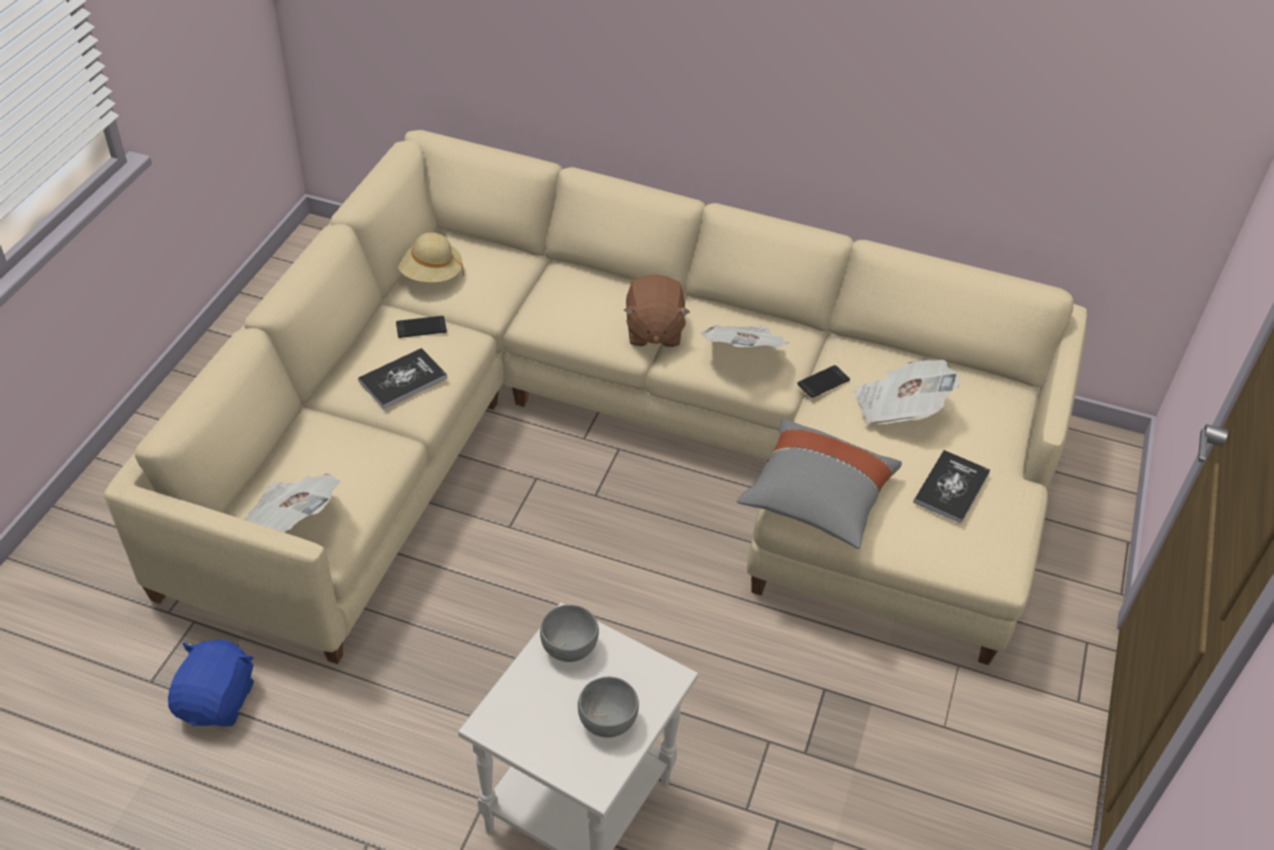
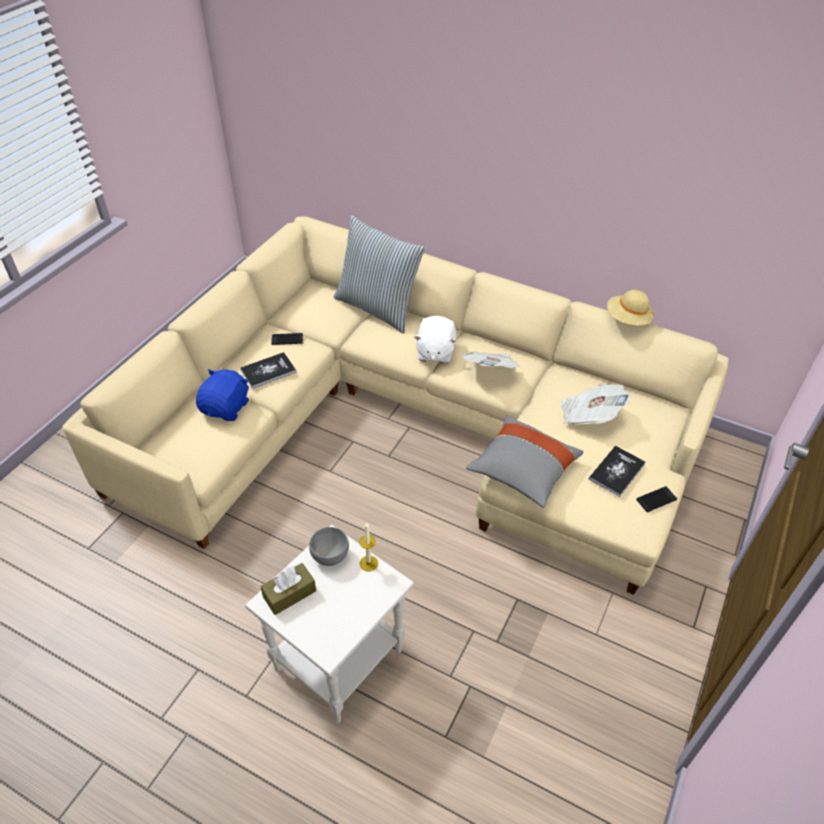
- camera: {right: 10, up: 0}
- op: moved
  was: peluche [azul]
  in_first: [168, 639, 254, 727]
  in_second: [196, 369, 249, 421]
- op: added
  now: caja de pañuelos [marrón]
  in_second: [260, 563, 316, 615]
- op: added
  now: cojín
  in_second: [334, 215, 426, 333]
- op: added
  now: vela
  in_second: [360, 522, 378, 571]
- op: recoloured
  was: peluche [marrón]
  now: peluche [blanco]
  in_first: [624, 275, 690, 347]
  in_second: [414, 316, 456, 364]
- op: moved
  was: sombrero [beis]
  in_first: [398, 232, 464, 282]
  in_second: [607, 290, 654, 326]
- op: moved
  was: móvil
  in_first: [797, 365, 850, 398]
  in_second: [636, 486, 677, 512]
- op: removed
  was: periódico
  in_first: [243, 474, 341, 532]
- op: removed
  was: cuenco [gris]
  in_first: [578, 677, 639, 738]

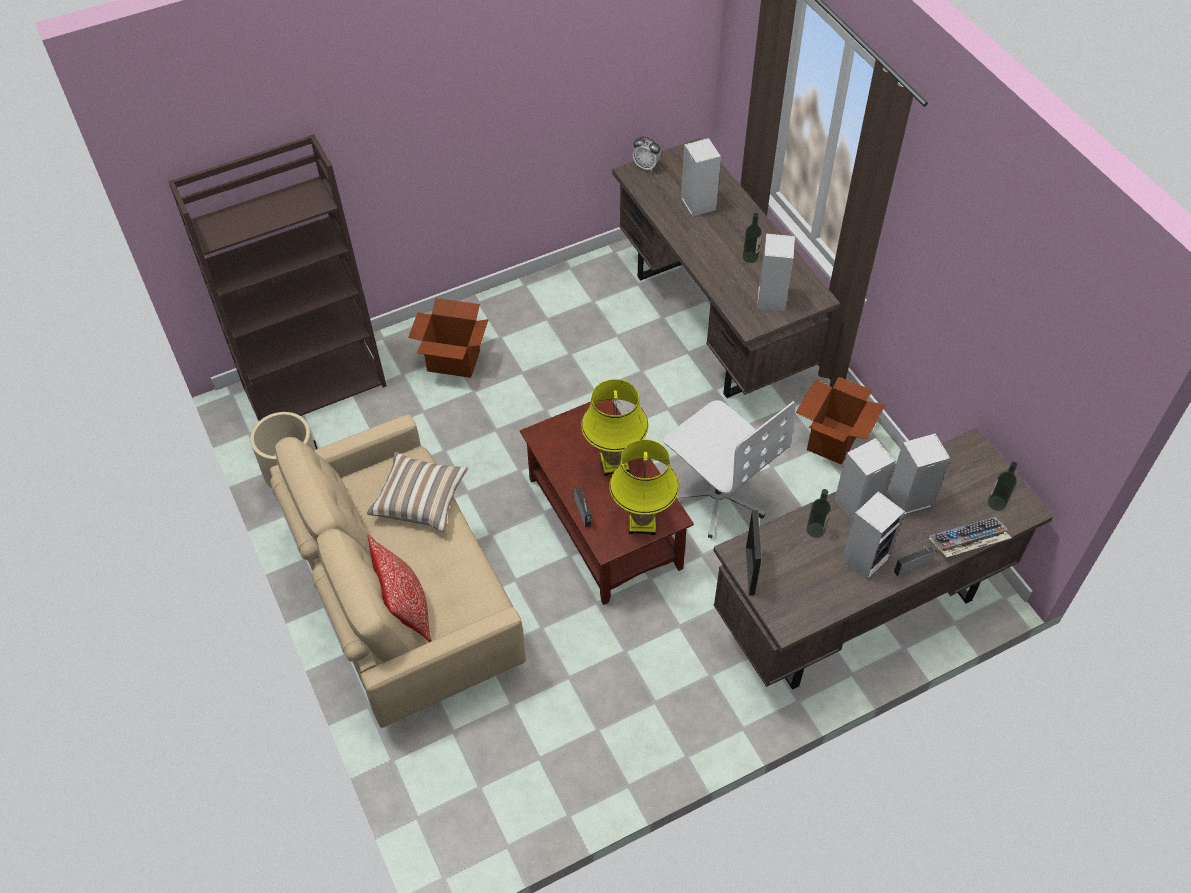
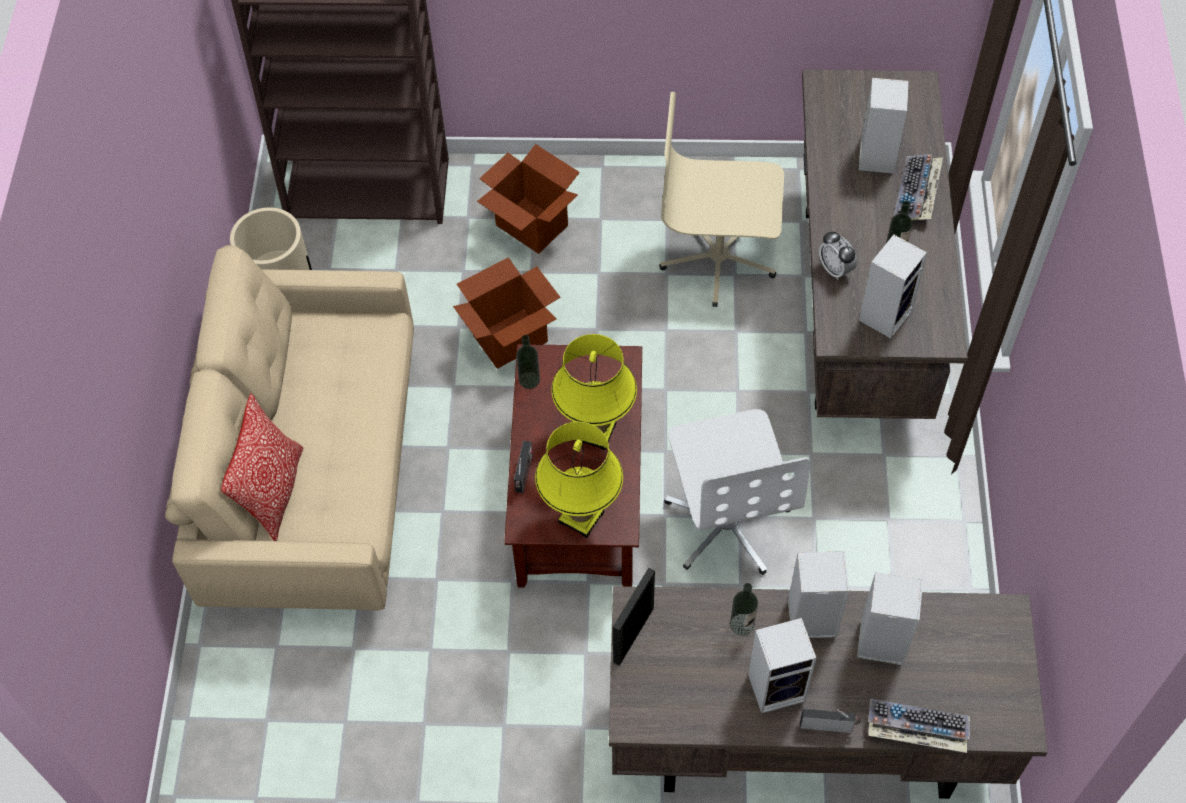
- camera: {right: 30, up: 5}
- op: moved
  was: caja de cartón
  in_first: [796, 377, 885, 465]
  in_second: [453, 257, 561, 369]
- op: moved
  was: botella
  in_first: [988, 462, 1018, 511]
  in_second: [516, 335, 540, 389]
- op: added
  now: silla de oficina [beis]
  in_second: [660, 92, 784, 307]
- op: moved
  was: despertador
  in_first: [633, 136, 661, 172]
  in_second: [819, 231, 857, 280]
- op: added
  now: teclado
  in_second: [894, 154, 943, 220]
- op: removed
  was: cojín
  in_first: [367, 452, 468, 532]

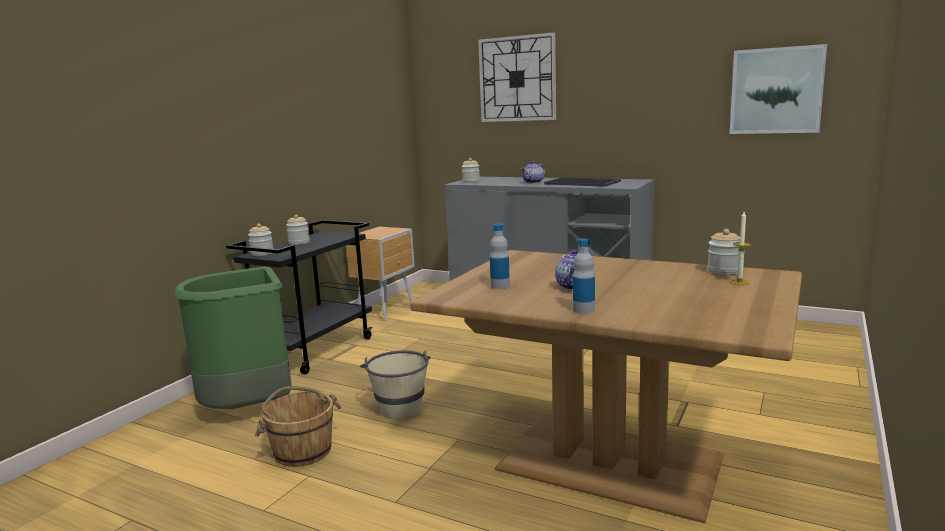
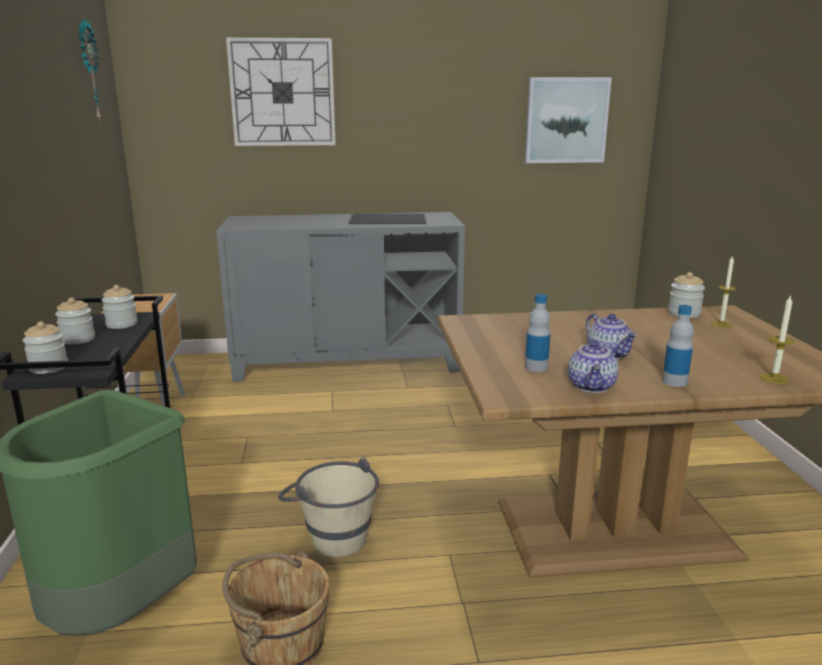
- camera: {right: -35, up: 5}
- op: added
  now: reloj de pared
  in_second: [78, 19, 102, 121]
- op: moved
  was: tarro
  in_first: [462, 158, 480, 183]
  in_second: [102, 285, 138, 329]
- op: moved
  was: tetera
  in_first: [521, 161, 545, 183]
  in_second: [568, 339, 619, 393]
- op: added
  now: vela
  in_second: [760, 295, 795, 384]

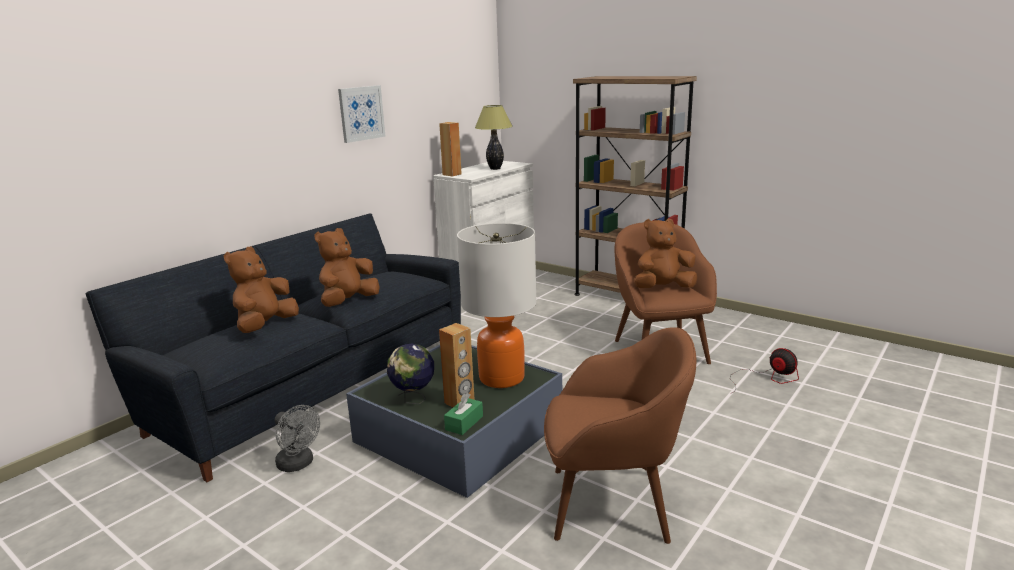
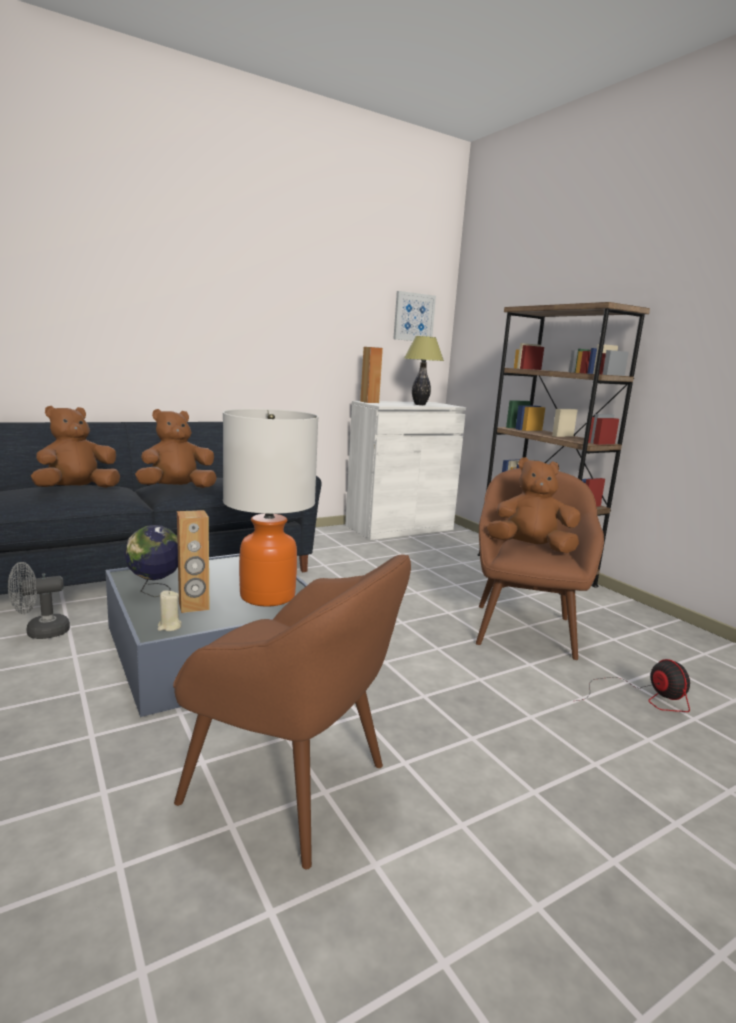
- camera: {right: 20, up: -5}
- op: turned
  was: ventilador [gris]
  in_first: [275, 405, 320, 472]
  in_second: [8, 562, 70, 639]
  clockwise: 90
- op: replaced
  was: caja de pañuelos [verde]
  now: vela [beis]
  in_first: [444, 393, 483, 435]
  in_second: [158, 590, 182, 631]
- op: moved
  was: cuadro
  in_first: [338, 85, 385, 143]
  in_second: [393, 291, 436, 341]

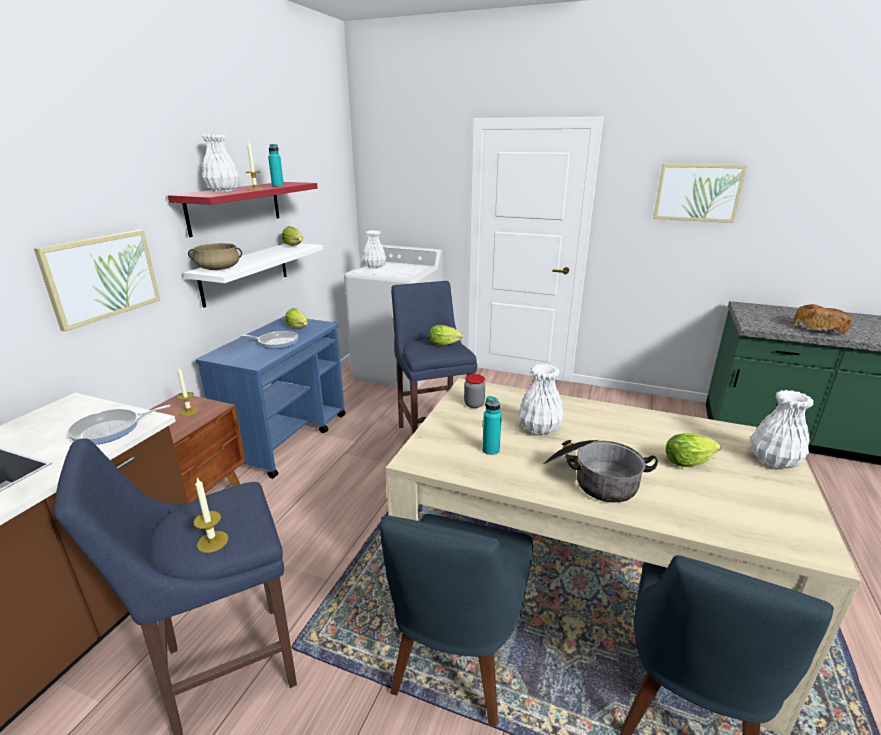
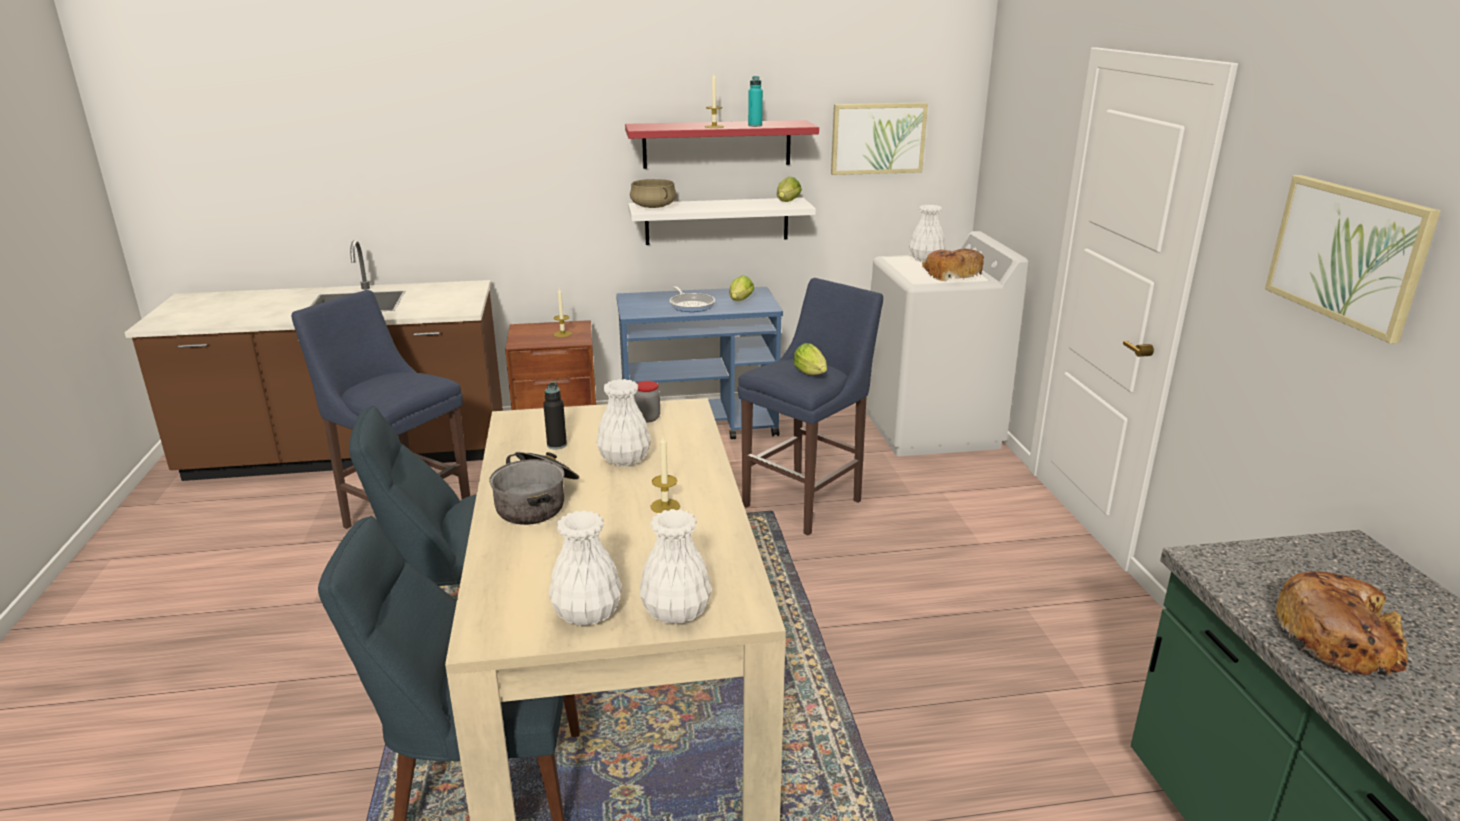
- camera: {right: 60, up: 0}
- op: recoloured
  was: botella [turquesa]
  now: botella [negro]
  in_first: [482, 396, 502, 455]
  in_second: [543, 382, 567, 449]
- op: moved
  was: florero [blanco]
  in_first: [202, 135, 239, 192]
  in_second: [549, 510, 622, 626]
- op: moved
  was: vela
  in_first: [194, 477, 228, 553]
  in_second: [651, 436, 680, 513]
- op: moved
  was: cuadro
  in_first: [34, 230, 160, 332]
  in_second: [831, 103, 928, 175]
- op: added
  now: pan
  in_second: [922, 249, 984, 281]
- op: removed
  was: sartén
  in_first: [67, 405, 171, 445]
- op: removed
  was: lechuga
  in_first: [666, 433, 721, 467]

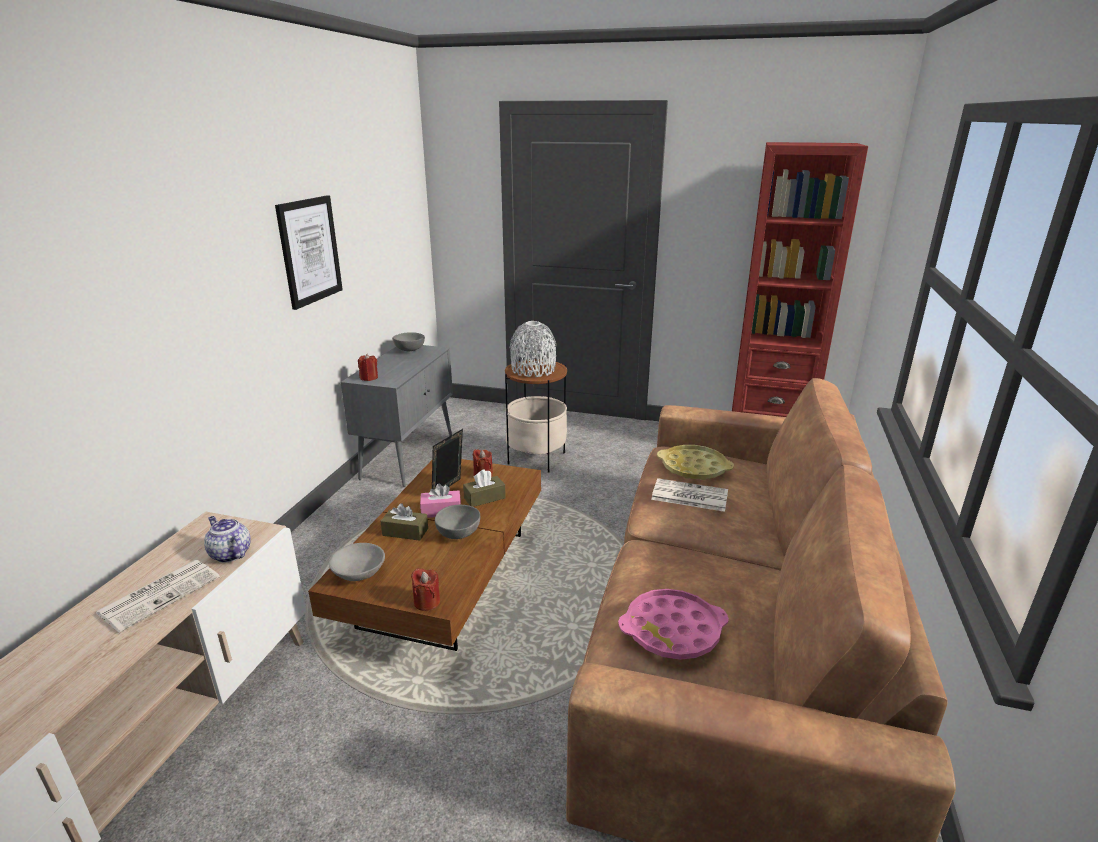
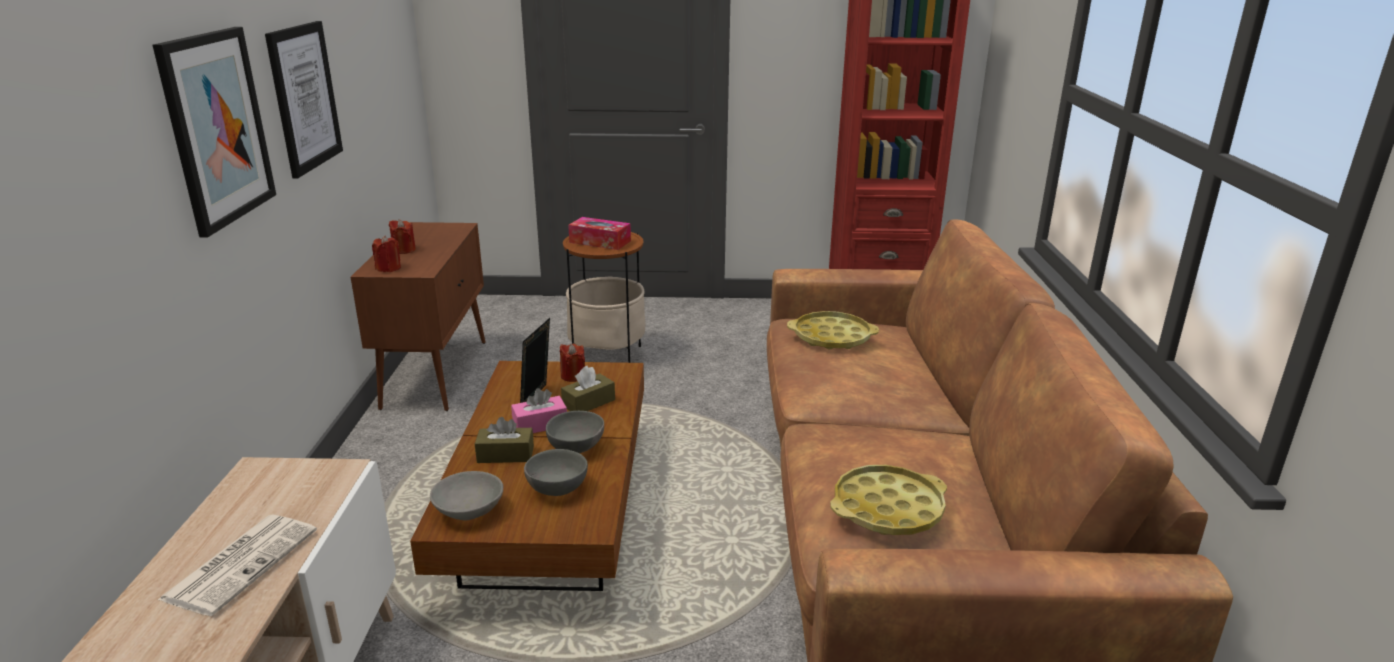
- camera: {right: -15, up: 0}
- op: added
  now: cuadro
  in_second: [152, 27, 276, 237]
- op: recoloured
  was: armario [gris]
  now: armario [marrón]
  in_first: [341, 345, 453, 487]
  in_second: [351, 222, 486, 411]
- op: moved
  was: vela [rojo]
  in_first: [411, 568, 440, 611]
  in_second: [389, 219, 416, 254]
- op: moved
  was: cuenco [gris]
  in_first: [392, 332, 425, 351]
  in_second: [524, 449, 588, 496]
- op: replaced
  was: florero [gris]
  now: caja de pañuelos
  in_first: [510, 321, 557, 377]
  in_second: [568, 217, 631, 250]
- op: recoloured
  was: bandeja [rosa]
  now: bandeja [amarillo]
  in_first: [618, 589, 729, 660]
  in_second: [830, 465, 947, 535]
- op: removed
  was: tetera
  in_first: [204, 516, 251, 563]
- op: removed
  was: periódico
  in_first: [651, 478, 728, 512]

